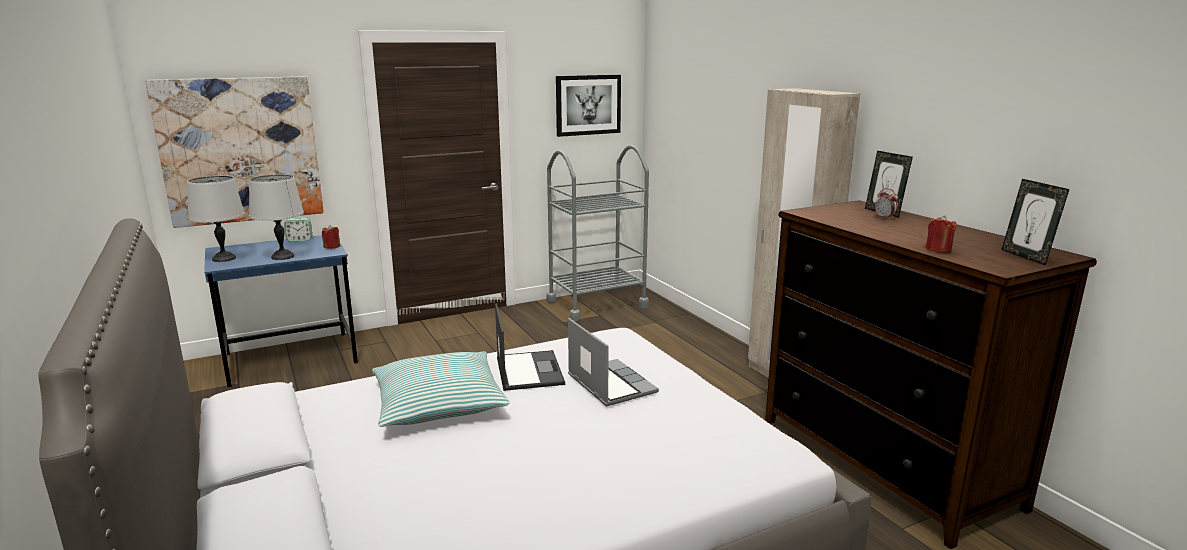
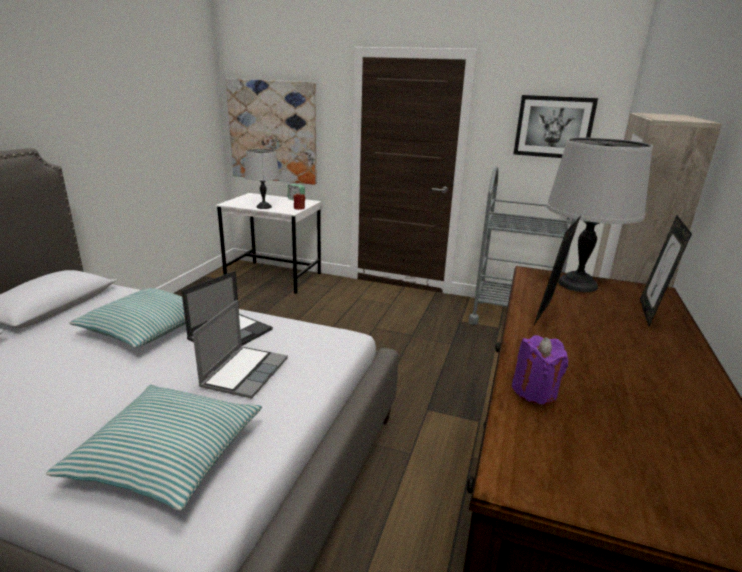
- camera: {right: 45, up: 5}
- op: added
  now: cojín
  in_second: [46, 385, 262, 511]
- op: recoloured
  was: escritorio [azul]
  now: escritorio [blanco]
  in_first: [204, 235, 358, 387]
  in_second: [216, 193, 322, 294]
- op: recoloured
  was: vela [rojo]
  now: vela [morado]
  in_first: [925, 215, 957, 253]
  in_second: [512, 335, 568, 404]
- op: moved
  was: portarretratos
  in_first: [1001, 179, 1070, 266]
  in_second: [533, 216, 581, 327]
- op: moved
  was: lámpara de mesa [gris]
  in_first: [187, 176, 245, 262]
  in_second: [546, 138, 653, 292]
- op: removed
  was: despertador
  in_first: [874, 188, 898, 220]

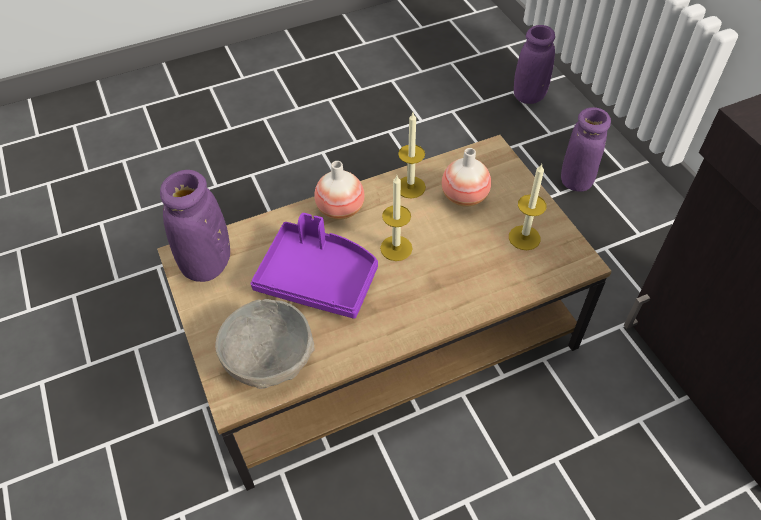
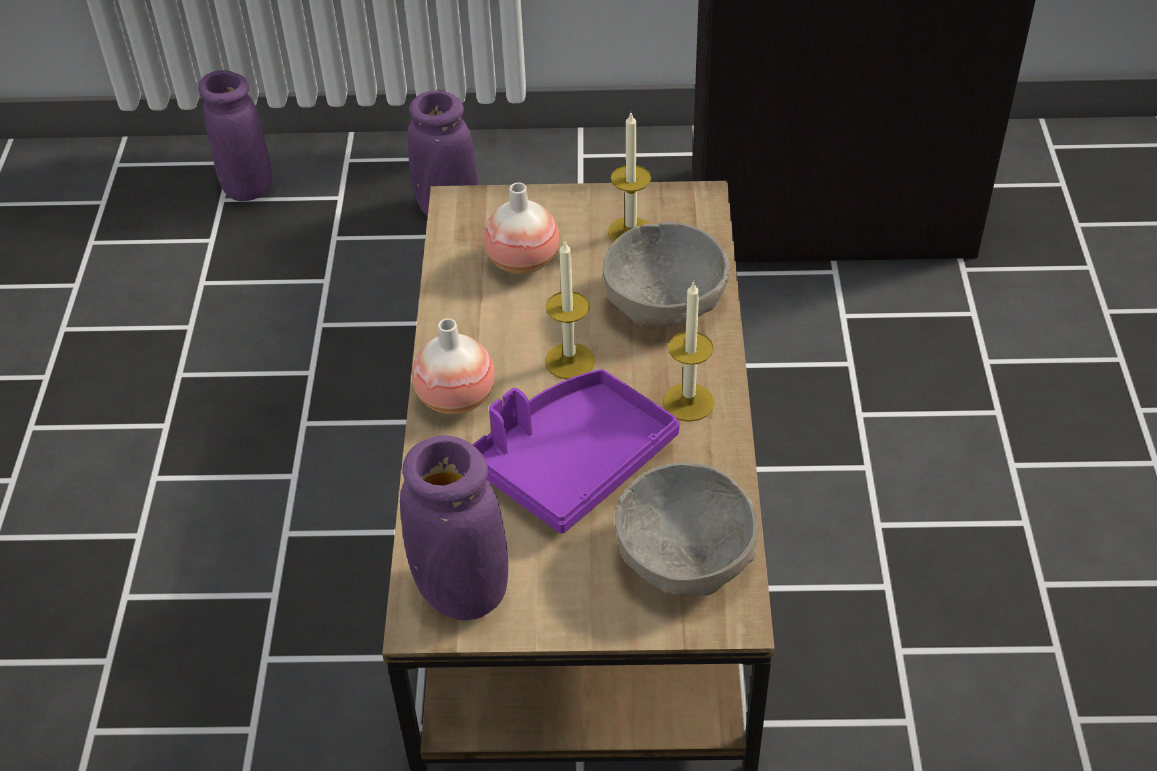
- camera: {right: -65, up: -5}
- op: added
  now: cuenco [gris]
  in_second: [603, 222, 732, 326]
- op: moved
  was: vela
  in_first: [398, 113, 426, 198]
  in_second: [663, 281, 715, 422]

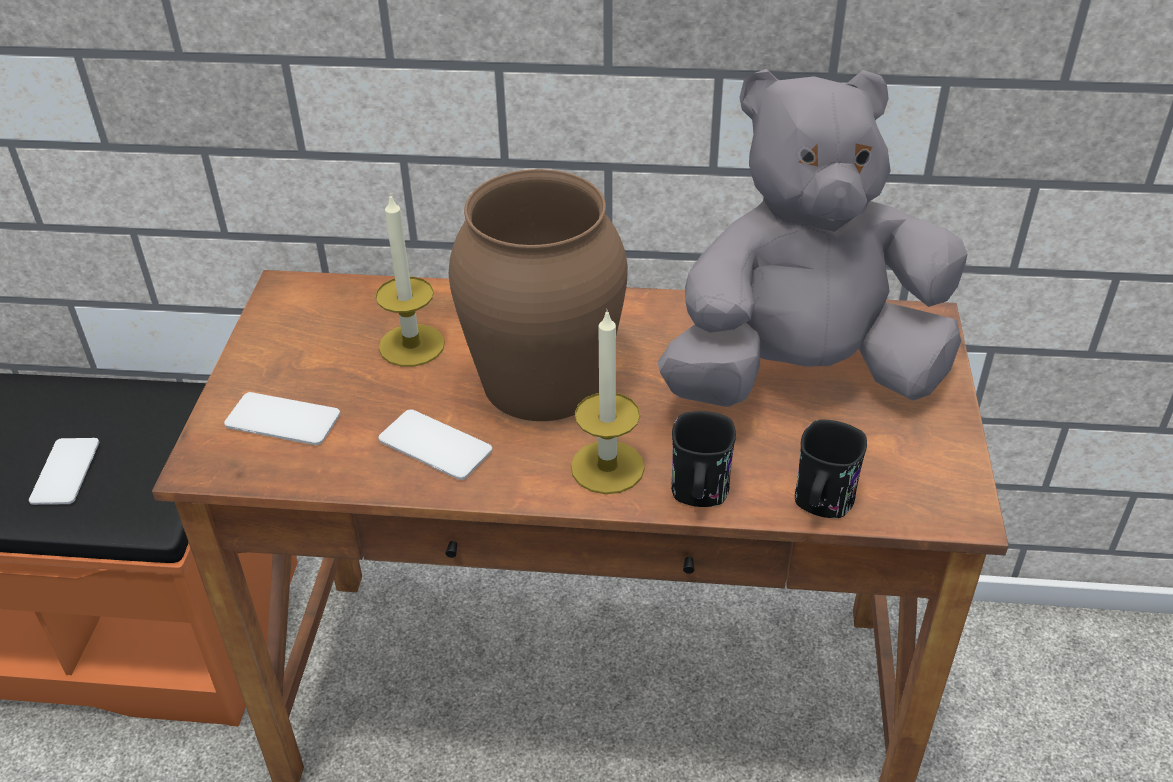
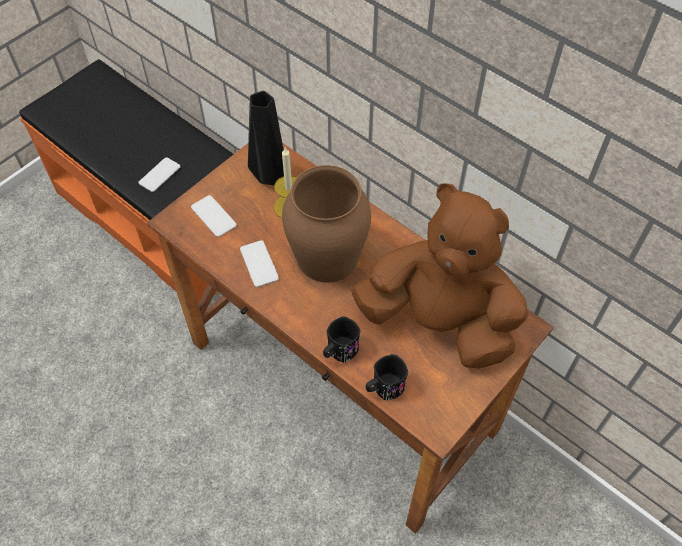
- camera: {right: 35, up: 15}
- op: added
  now: florero [negro]
  in_second: [248, 91, 284, 185]
- op: recoloured
  was: peluche [gris]
  now: peluche [marrón]
  in_first: [658, 69, 967, 407]
  in_second: [351, 183, 528, 368]
- op: removed
  was: vela
  in_first: [571, 309, 645, 494]

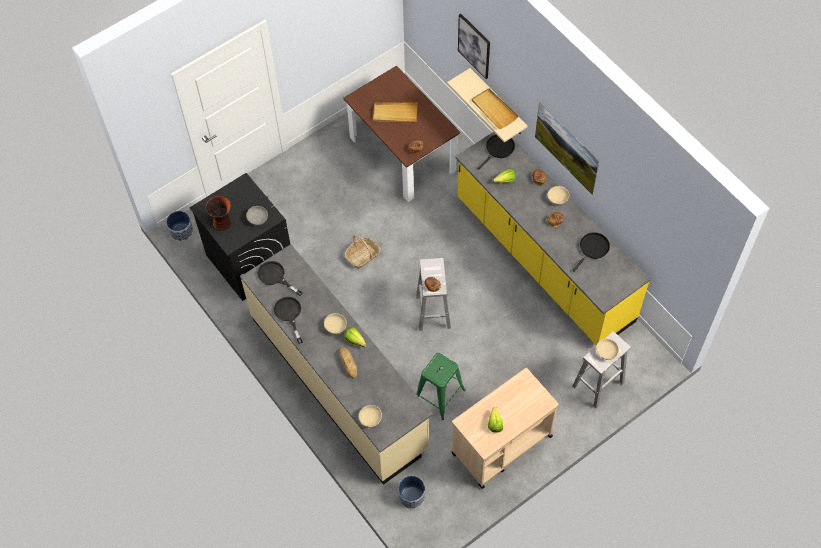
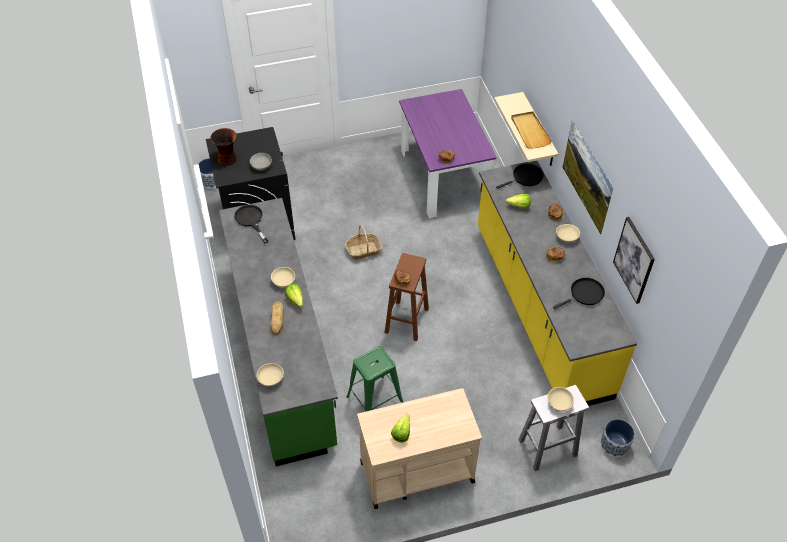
- camera: {right: 20, up: -10}
- op: recoloured
  was: mueble bajo de cocina [beis]
  now: mueble bajo de cocina [verde]
  in_first: [240, 244, 433, 485]
  in_second: [219, 198, 338, 466]
- op: recoloured
  was: taburete [blanco]
  now: taburete [marrón]
  in_first: [416, 258, 451, 331]
  in_second: [385, 253, 429, 341]
- op: recoloured
  was: mesa de comedor [marrón]
  now: mesa de comedor [morado]
  in_first: [343, 66, 460, 202]
  in_second: [399, 89, 497, 218]
- op: moved
  was: maceta
  in_first: [398, 476, 425, 509]
  in_second: [601, 419, 635, 457]
- op: moved
  was: cuadro
  in_first: [458, 14, 490, 79]
  in_second: [613, 217, 655, 304]
- op: removed
  was: sartén [negro]
  in_first: [274, 297, 303, 344]
- op: removed
  was: bandeja [beis]
  in_first: [373, 102, 417, 122]

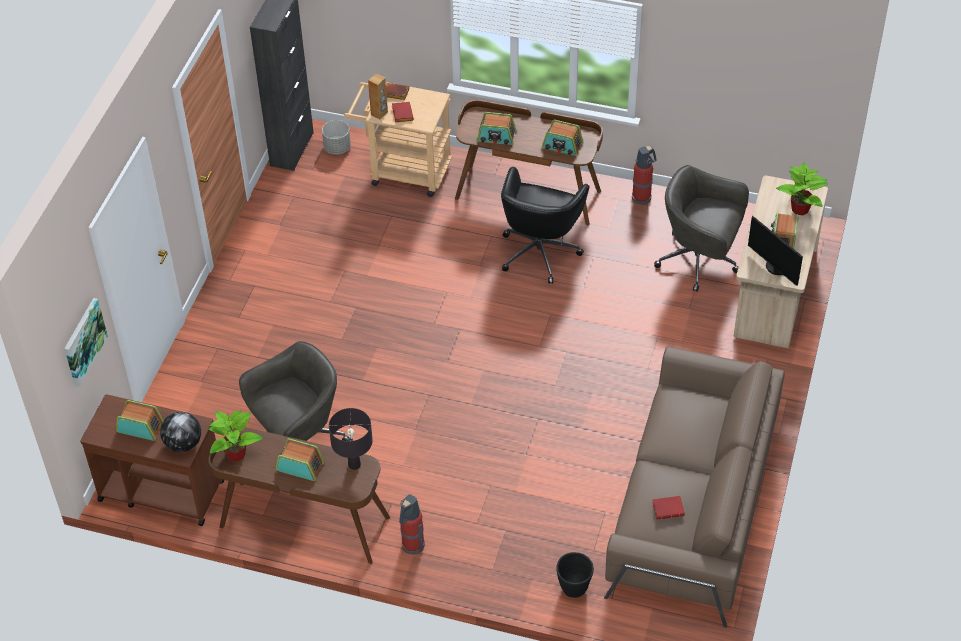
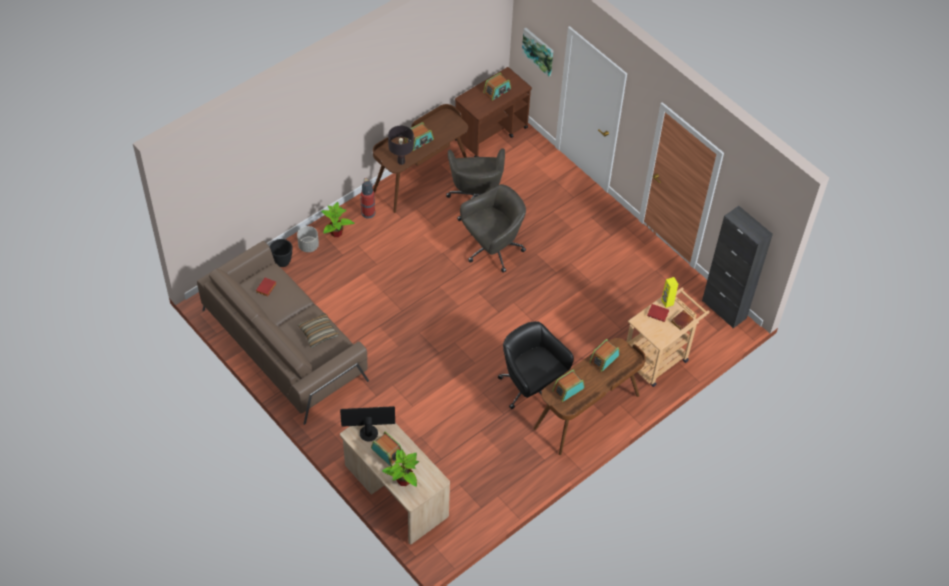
- camera: {right: 120, up: 5}
- op: moved
  was: maceta [gris]
  in_first: [322, 120, 351, 155]
  in_second: [297, 226, 319, 252]
- op: added
  now: cojín
  in_second: [298, 313, 339, 348]
- op: moved
  was: planta en maceta
  in_first: [209, 410, 263, 462]
  in_second: [321, 202, 355, 237]
- op: moved
  was: silla de oficina [gris]
  in_first: [654, 165, 749, 292]
  in_second: [460, 184, 526, 273]
- op: recoloured
  was: altavoz [marrón]
  now: altavoz [amarillo]
  in_first: [368, 73, 388, 120]
  in_second: [661, 277, 678, 308]
- op: removed
  was: globo terráqueo
  in_first: [160, 412, 201, 452]
- op: removed
  was: extintor
  in_first: [632, 146, 657, 205]

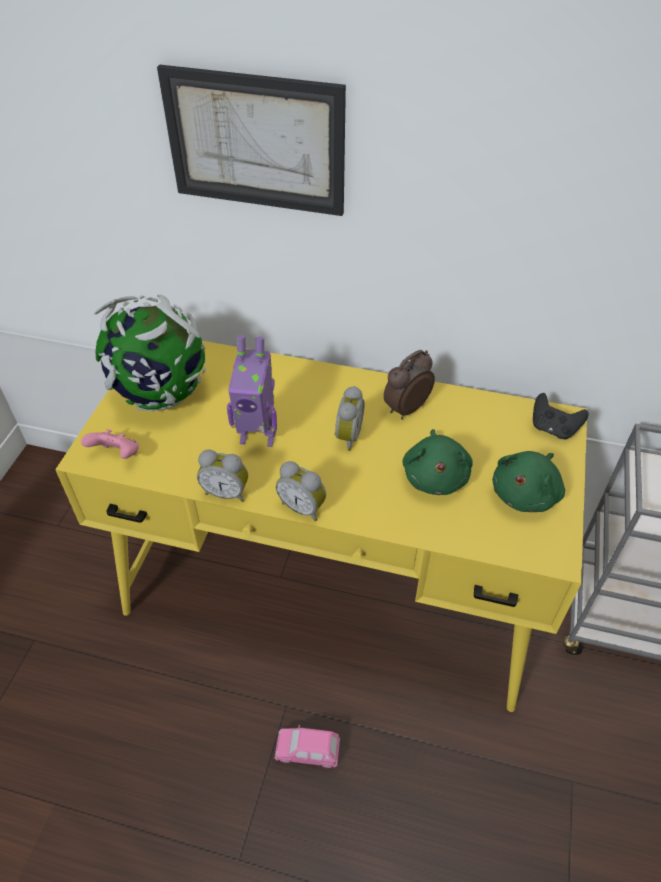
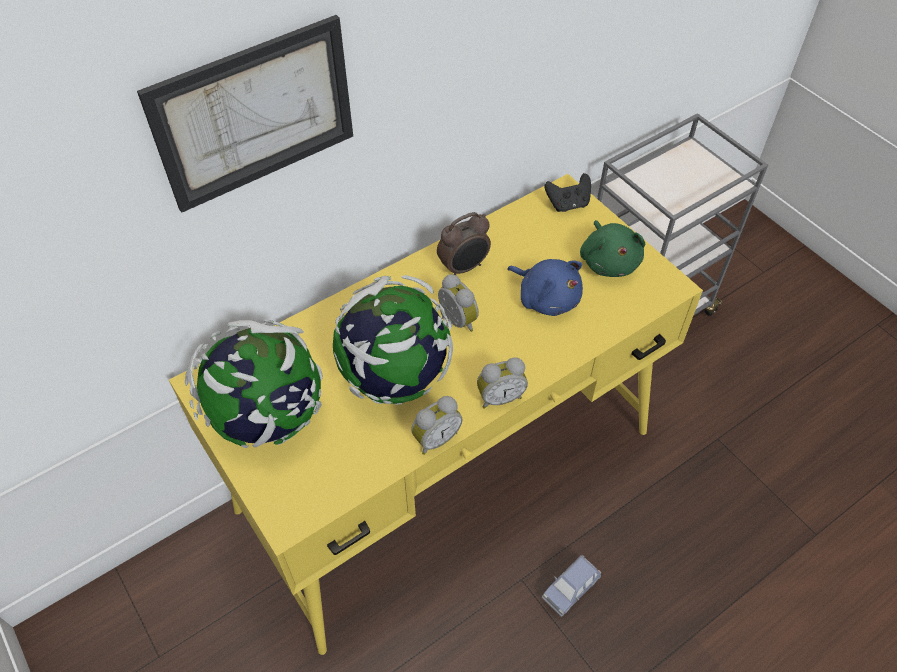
- camera: {right: -50, up: 5}
- op: replaced
  was: robot de juguete
  now: globo terráqueo
  in_first: [227, 335, 277, 447]
  in_second: [333, 275, 453, 405]
- op: turned
  was: despertador
  in_first: [383, 350, 435, 419]
  in_second: [437, 212, 491, 275]
  clockwise: -120
- op: recoloured
  was: peluche [verde]
  now: peluche [azul]
  in_first: [402, 429, 473, 495]
  in_second: [507, 259, 583, 316]
- op: recoloured
  was: coche de juguete [rosa]
  now: coche de juguete [azul]
  in_first: [274, 724, 340, 768]
  in_second: [542, 555, 601, 617]
- op: removed
  was: mando de consola [rosa]
  in_first: [81, 429, 139, 459]

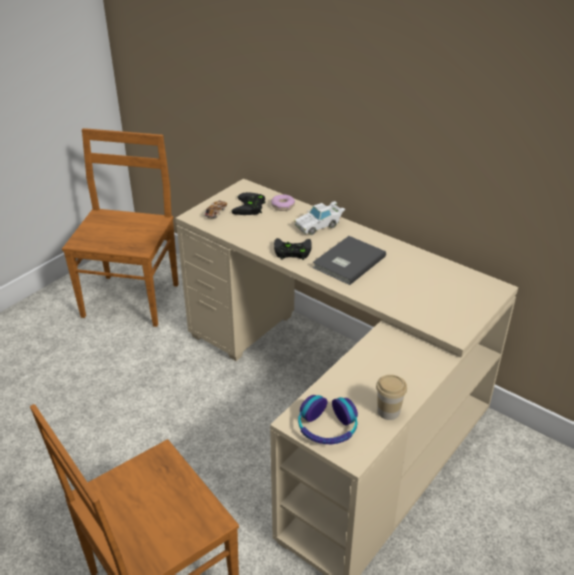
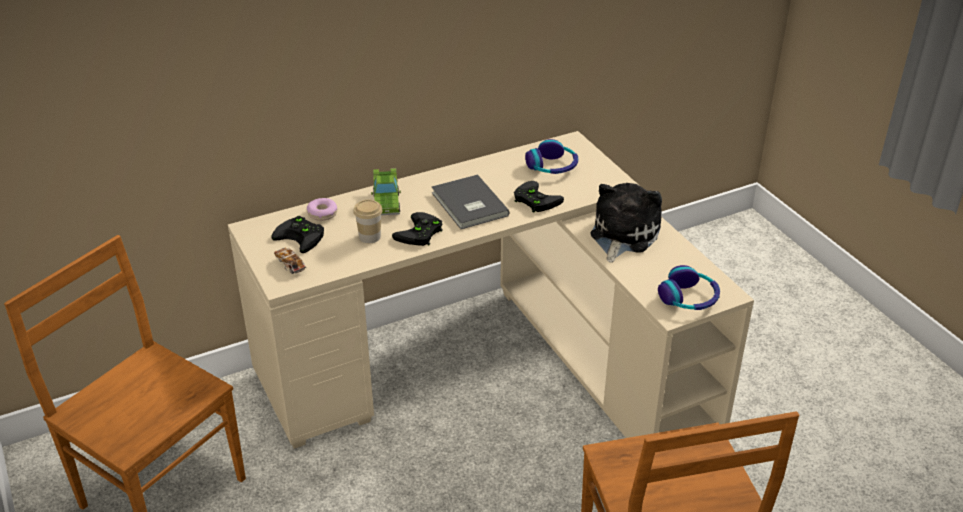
- camera: {right: -65, up: 0}
- op: moved
  was: taza
  in_first: [376, 375, 407, 420]
  in_second: [353, 199, 382, 243]
- op: recoloured
  was: coche de juguete [blanco]
  now: coche de juguete [verde]
  in_first: [294, 201, 345, 235]
  in_second: [371, 168, 401, 215]
- op: added
  now: mando de consola [negro]
  in_second: [514, 181, 564, 213]
- op: added
  now: auriculares
  in_second: [525, 139, 578, 174]
- op: added
  now: peluche
  in_second: [590, 183, 662, 263]

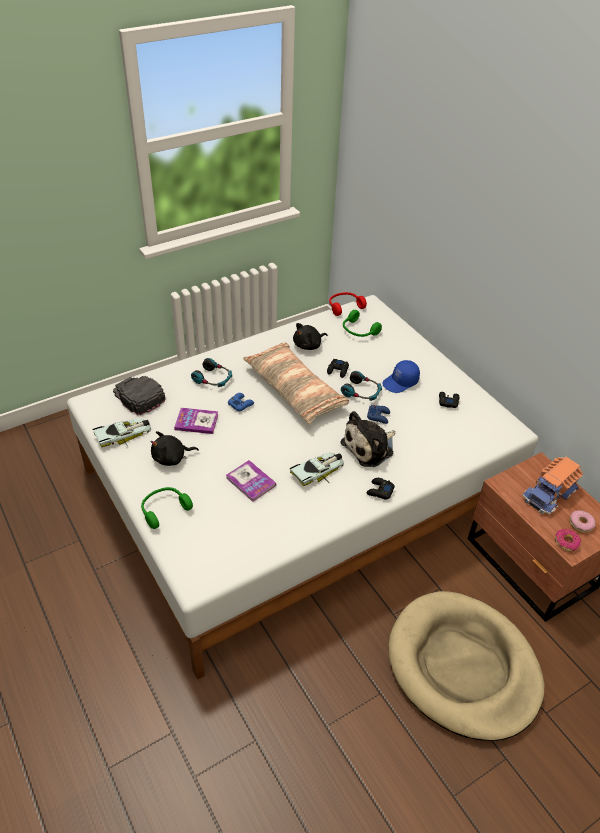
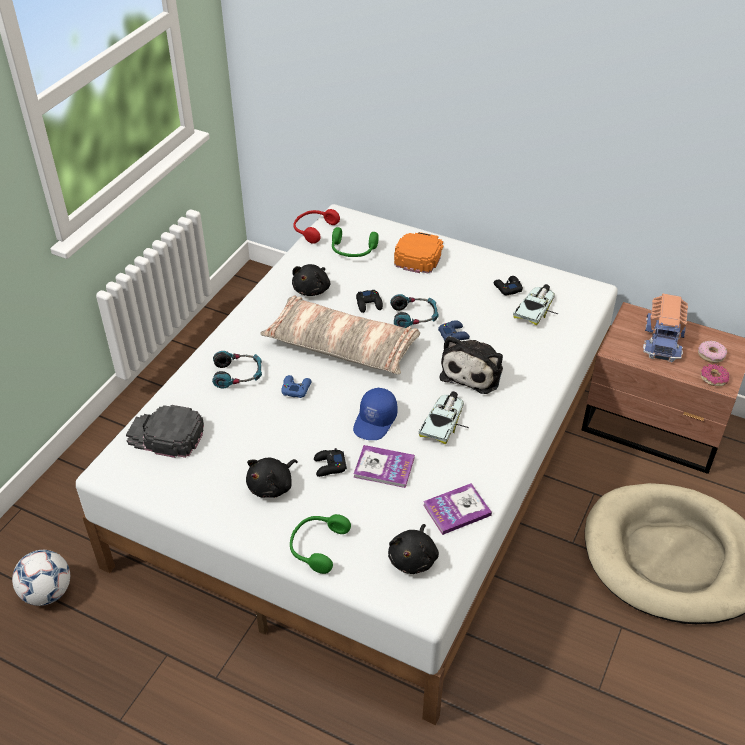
- camera: {right: -30, up: 0}
- op: added
  now: balón de fútbol
  in_second: [12, 550, 70, 606]
- op: moved
  was: mando de consola [negro]
  in_first: [367, 478, 395, 500]
  in_second: [314, 448, 347, 477]
- op: moved
  was: gorra [azul]
  in_first: [382, 360, 420, 393]
  in_second: [353, 388, 397, 440]
- op: added
  now: peluche [negro]
  in_second: [388, 524, 439, 574]
- op: added
  now: gorra [naranja]
  in_second: [394, 232, 444, 274]
- op: moved
  was: libro
  in_first: [174, 408, 218, 434]
  in_second: [423, 483, 492, 535]
- op: moved
  was: coche de juguete
  in_first: [92, 419, 151, 447]
  in_second: [513, 284, 558, 326]

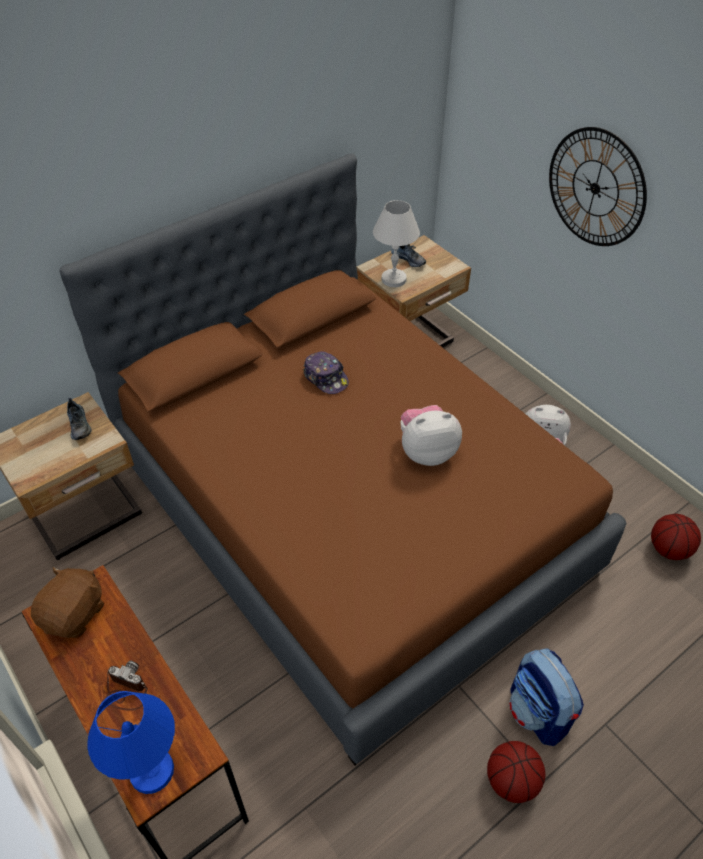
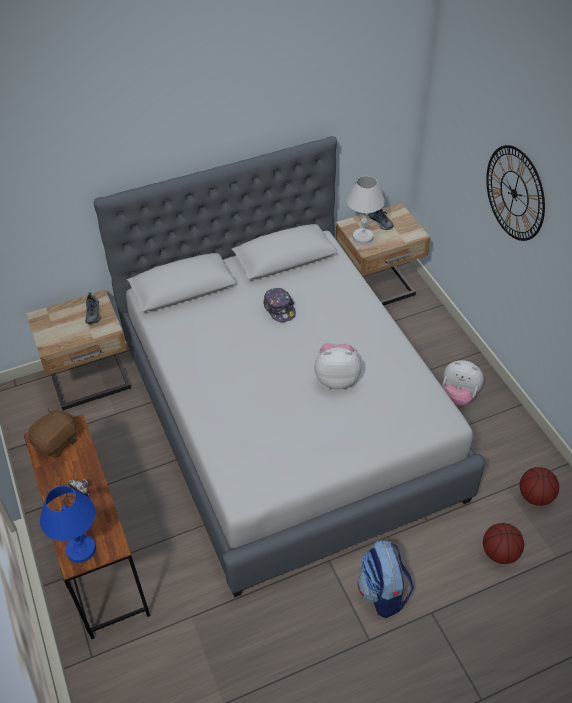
- camera: {right: 15, up: 0}
- op: recoloured
  was: cama [marrón]
  now: cama [gris]
  in_first: [59, 153, 627, 765]
  in_second: [94, 136, 486, 597]
- op: moved
  was: balón de baloncesto
  in_first: [487, 741, 545, 803]
  in_second: [483, 523, 524, 564]

